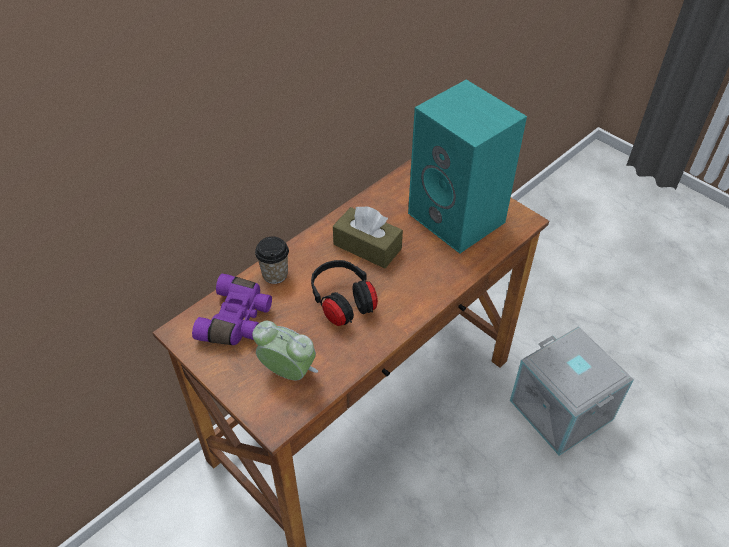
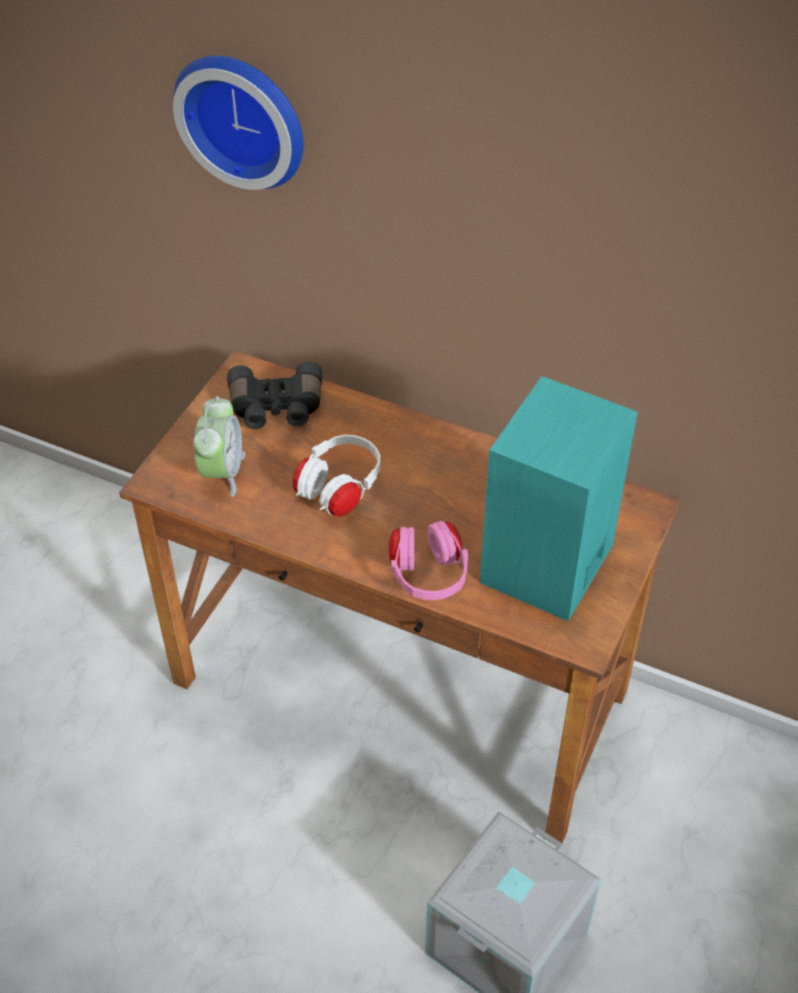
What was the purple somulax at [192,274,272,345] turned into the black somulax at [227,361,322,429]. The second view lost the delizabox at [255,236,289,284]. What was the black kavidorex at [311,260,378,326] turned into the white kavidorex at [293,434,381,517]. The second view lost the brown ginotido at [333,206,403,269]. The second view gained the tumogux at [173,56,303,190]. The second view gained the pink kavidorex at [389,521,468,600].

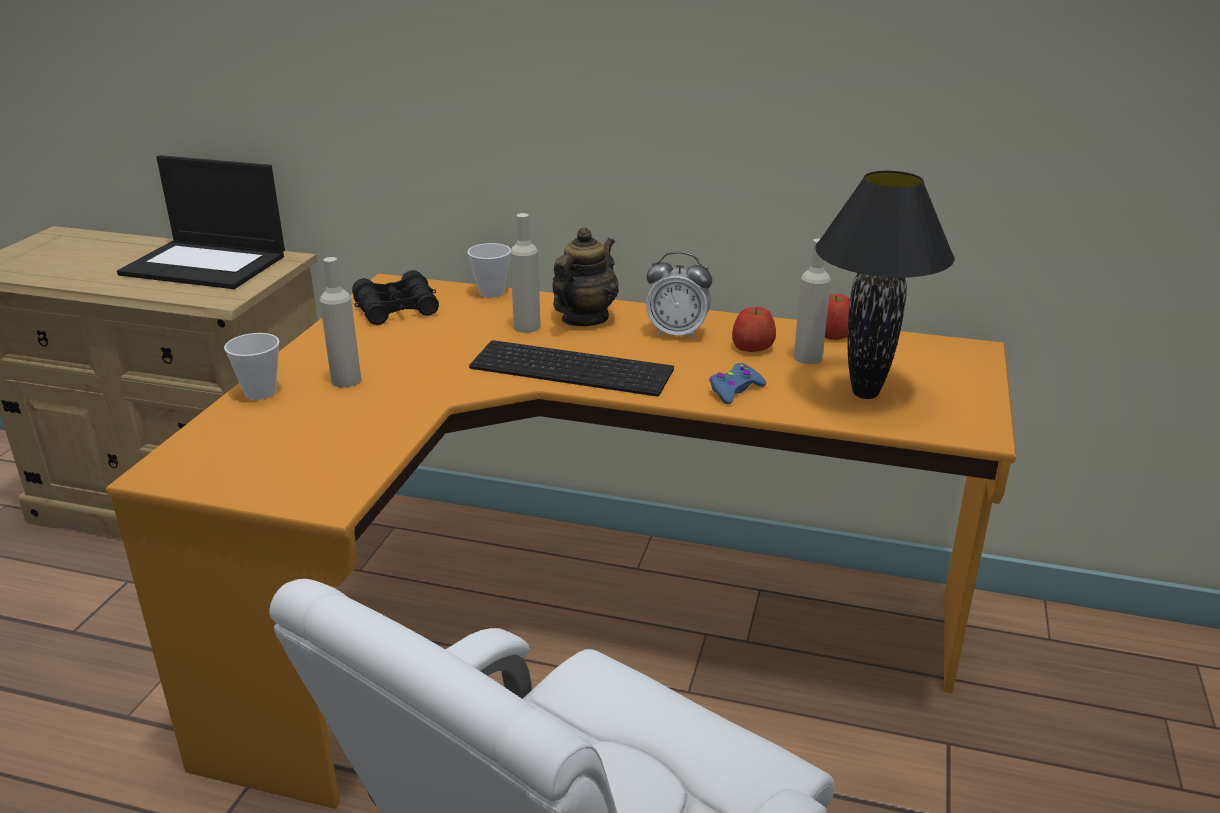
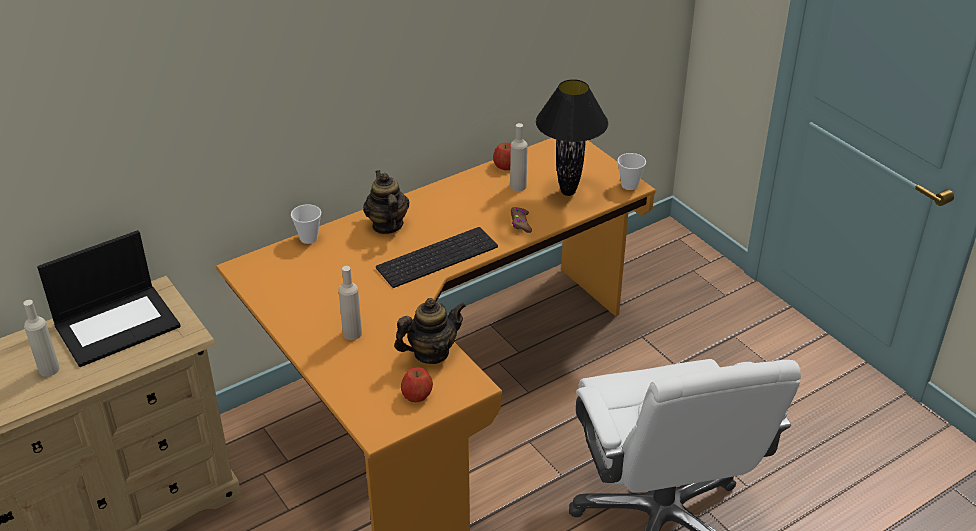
The delizabox ended up elsewhere, having gone from [224,333,280,400] to [617,153,646,190]. The second view lost the black somulax at [352,270,439,325]. The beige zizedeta ended up elsewhere, having gone from [510,213,540,333] to [23,300,60,377]. The second view lost the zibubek at [646,252,712,340]. What was the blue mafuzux at [709,363,766,404] turned into the brown mafuzux at [511,207,532,233]. The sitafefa ended up elsewhere, having gone from [732,307,776,352] to [401,367,433,402]. The second view gained the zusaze at [394,298,466,364].

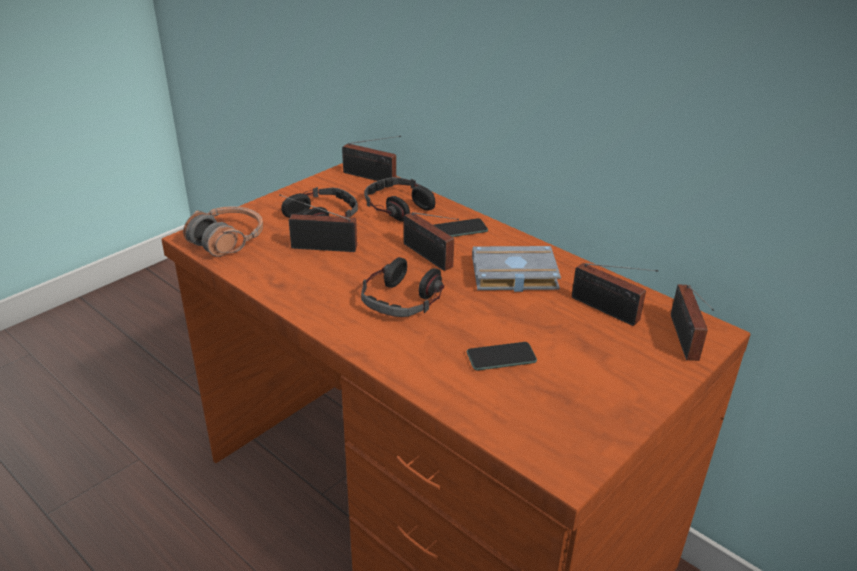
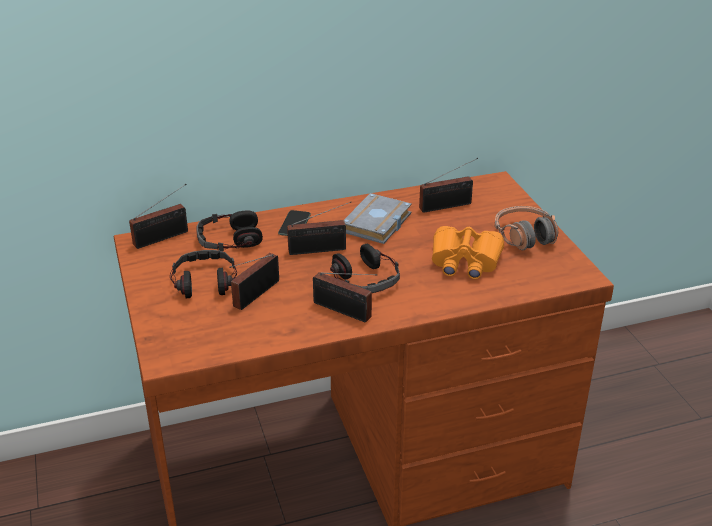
The kavidorex ended up elsewhere, having gone from [183,206,263,257] to [495,206,558,250]. Where the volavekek stood at [467,342,537,371], the orange somulax came to stand at [432,226,504,279]. The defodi ended up elsewhere, having gone from [671,285,714,361] to [313,272,377,323].

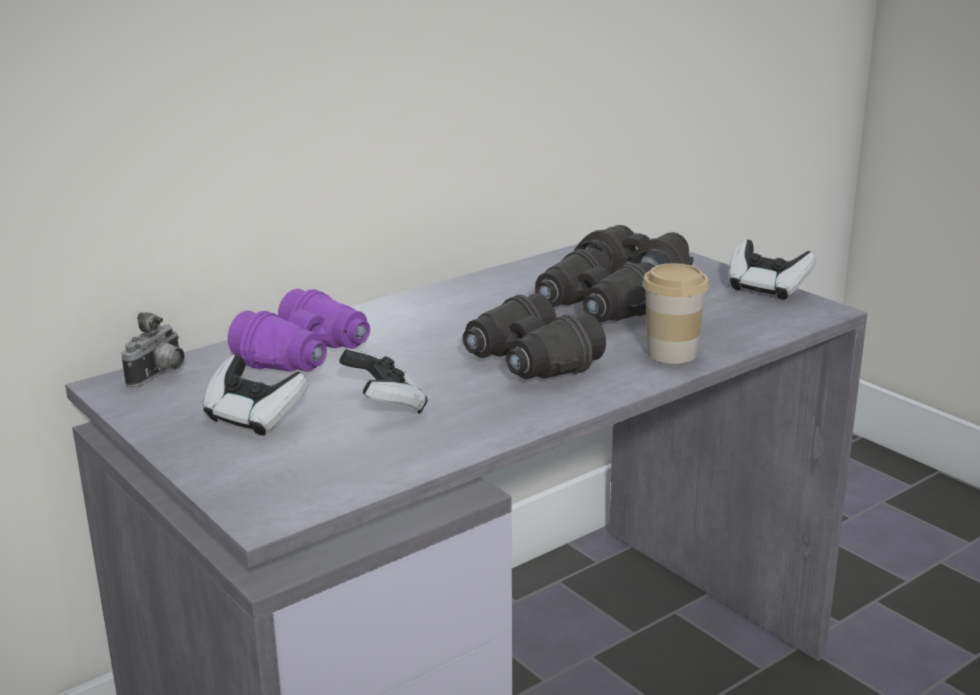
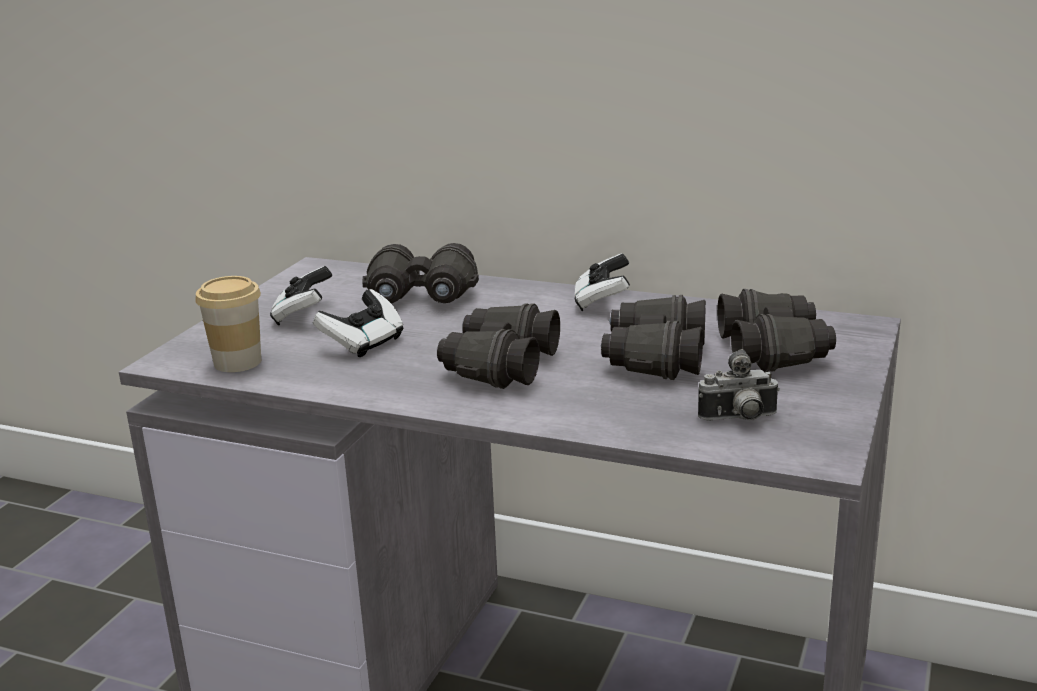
The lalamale ended up elsewhere, having gone from [122,312,185,387] to [698,349,780,421]. What was the purple somulax at [228,289,370,372] turned into the black somulax at [363,243,479,303]. The delizabox ended up elsewhere, having gone from [642,263,709,364] to [195,276,261,372]. The mafuzux ended up elsewhere, having gone from [728,240,816,300] to [575,253,630,311].

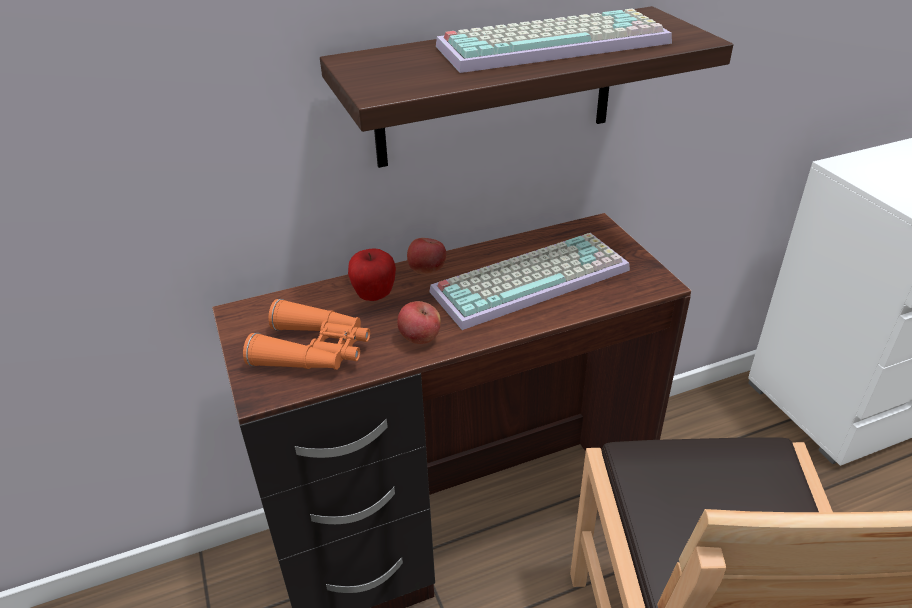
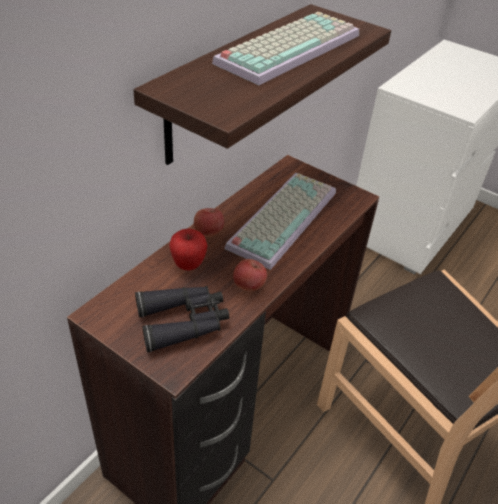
What was the orange somulax at [243,299,370,370] turned into the black somulax at [135,286,229,352].

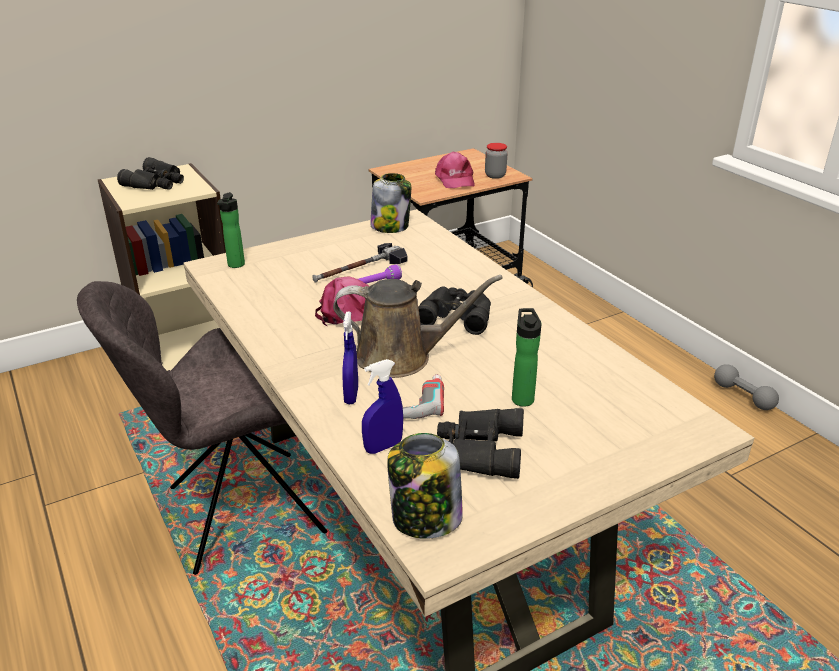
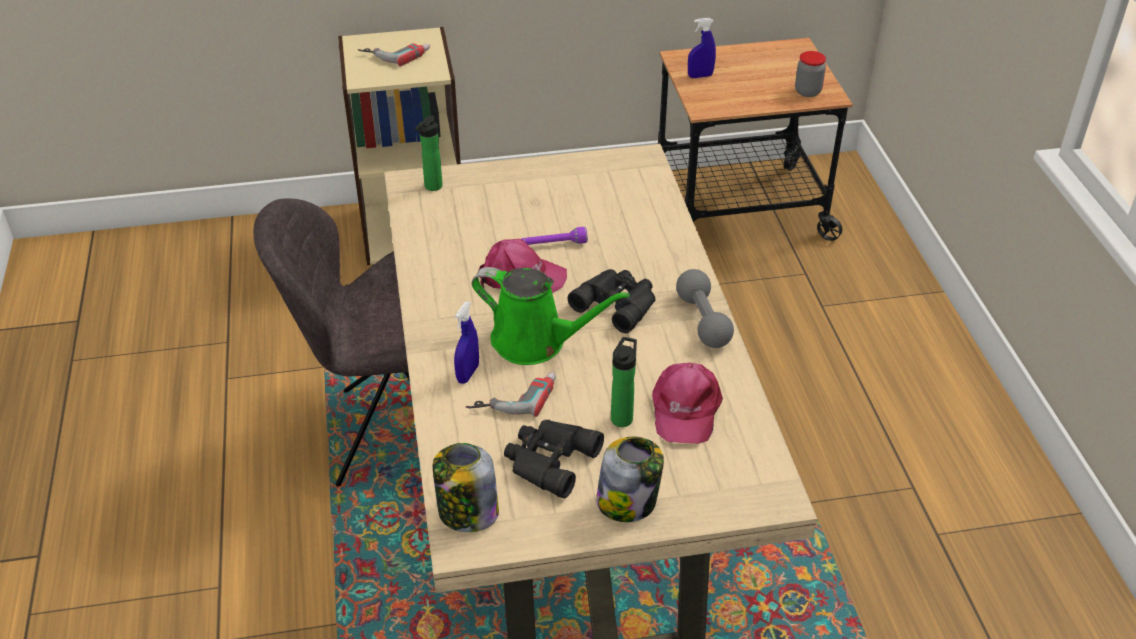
Where the black somulax stood at [117,157,184,190], the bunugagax came to stand at [358,43,430,66]. The second view lost the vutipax at [312,243,408,283]. What was the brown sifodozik at [333,275,503,378] turned into the green sifodozik at [472,267,630,365]. The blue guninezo ended up elsewhere, having gone from [362,359,403,454] to [688,18,716,78]. The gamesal ended up elsewhere, having gone from [370,173,411,233] to [596,437,664,522]. The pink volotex ended up elsewhere, having gone from [435,152,475,188] to [652,363,723,444]. The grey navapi ended up elsewhere, having gone from [714,364,779,410] to [676,269,734,348].

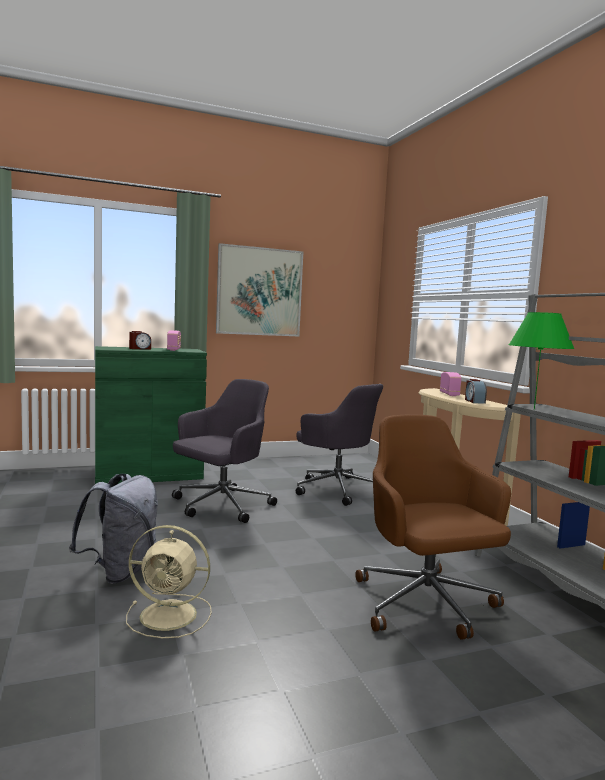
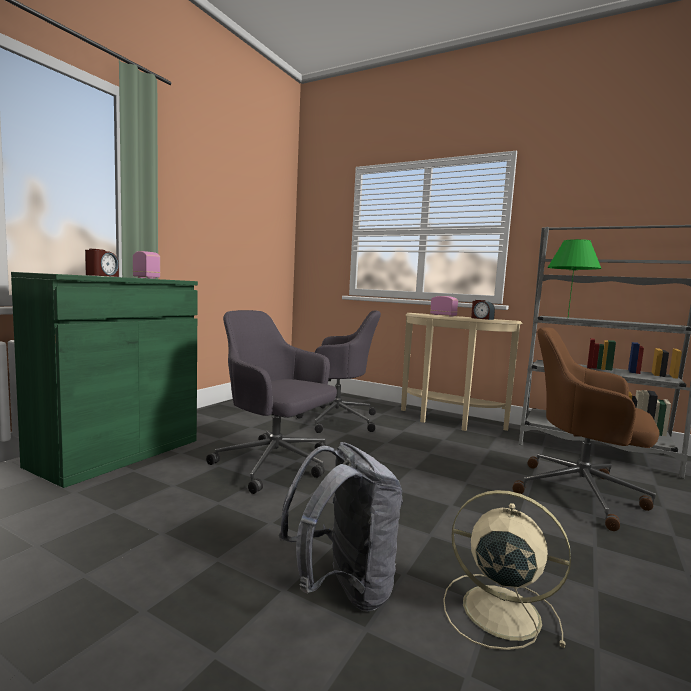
The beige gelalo at [126,525,212,638] ended up facing another way, 120 degrees counterclockwise from before. The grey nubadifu at [172,379,277,523] ended up facing another way, 60 degrees counterclockwise from before. The second view lost the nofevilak at [216,243,303,337].

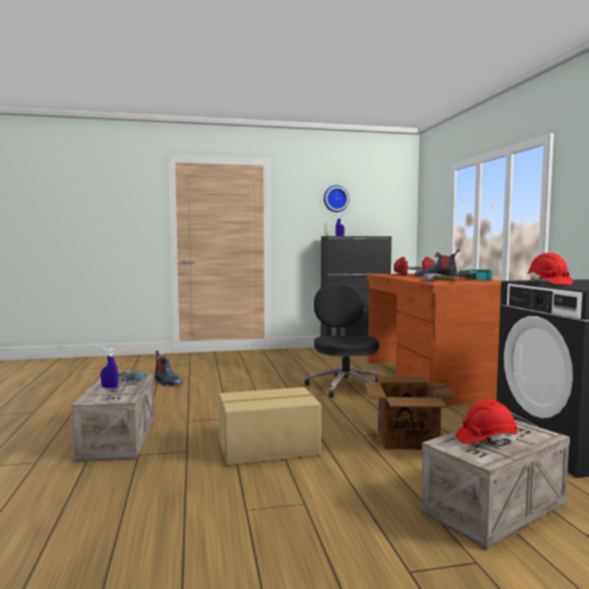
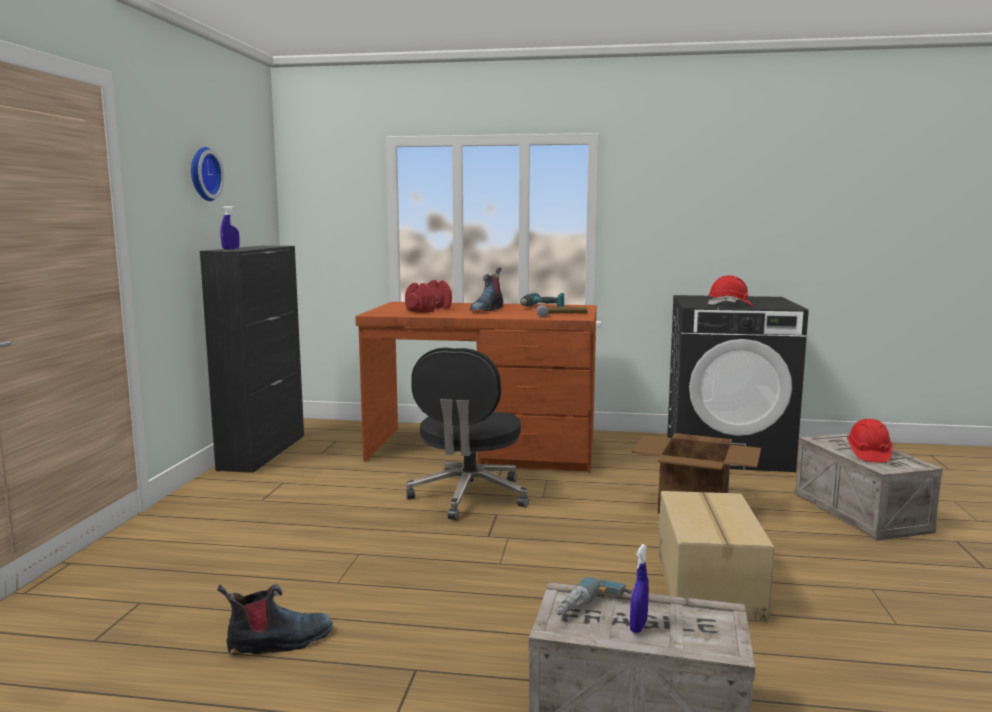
The black nubadifu at [305,283,379,398] ended up facing another way, 90 degrees counterclockwise from before.

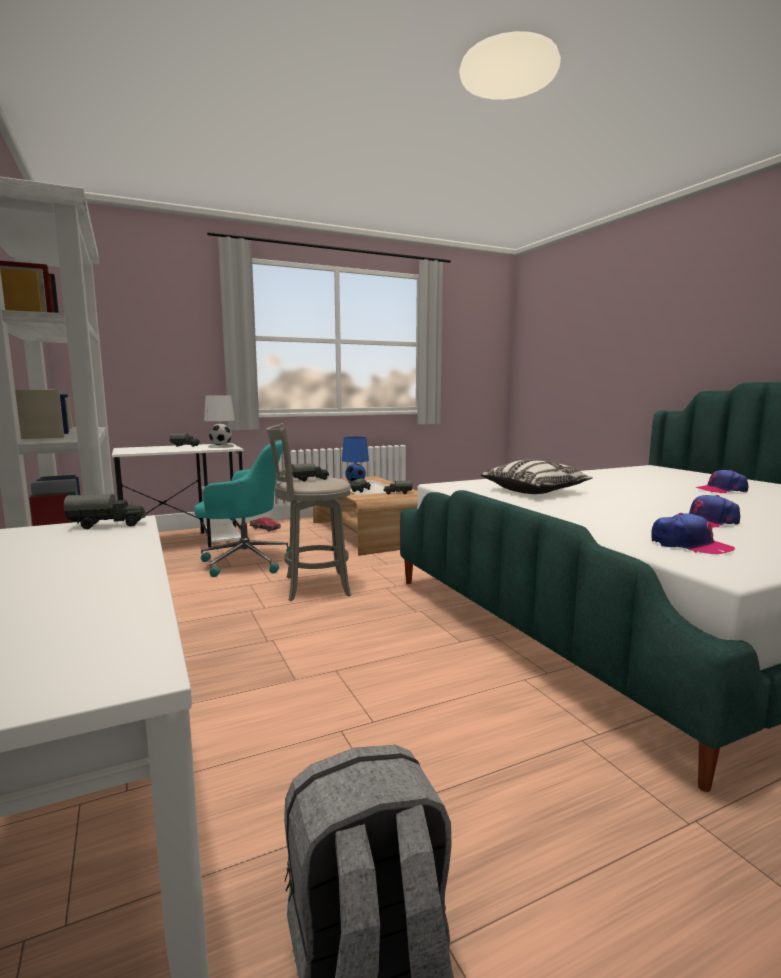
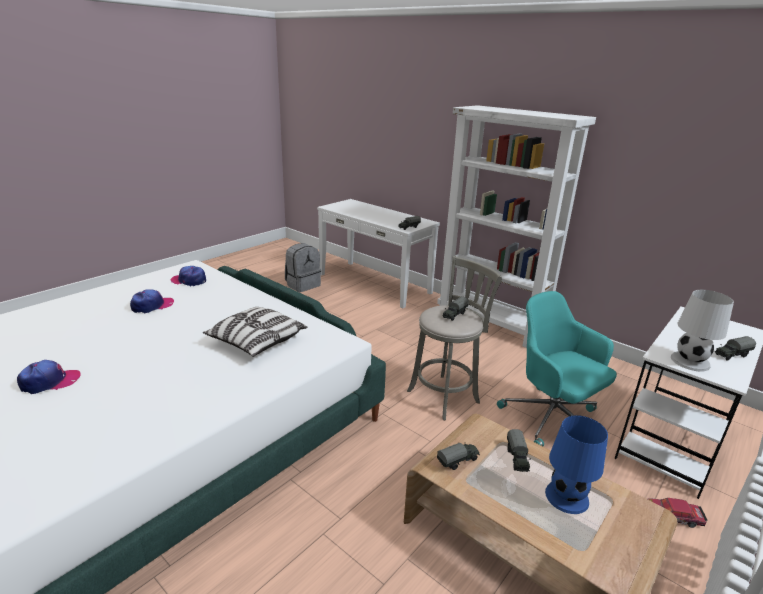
The turquoise nubadifu at [194,441,290,577] ended up facing another way, 75 degrees clockwise from before.

